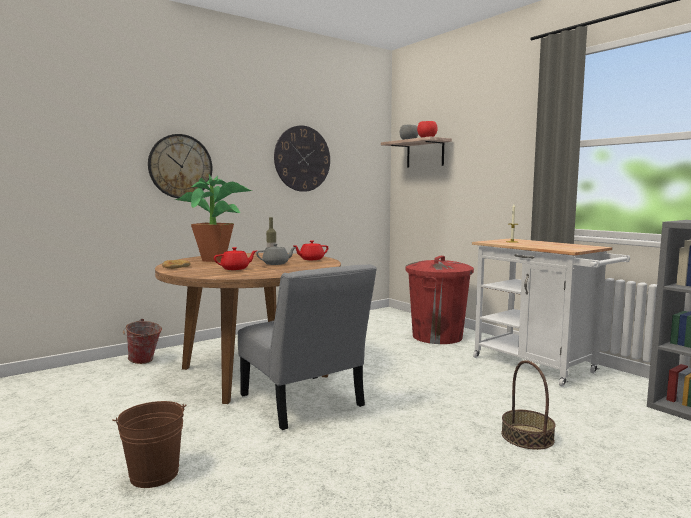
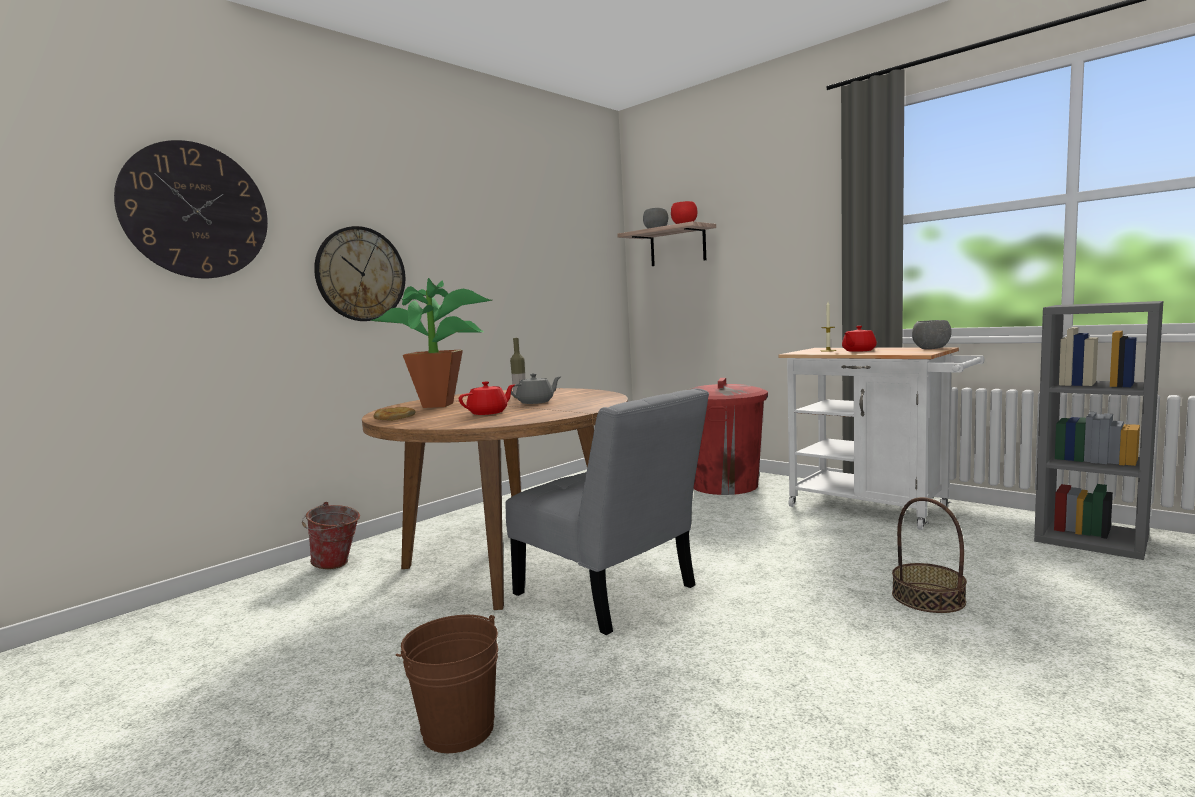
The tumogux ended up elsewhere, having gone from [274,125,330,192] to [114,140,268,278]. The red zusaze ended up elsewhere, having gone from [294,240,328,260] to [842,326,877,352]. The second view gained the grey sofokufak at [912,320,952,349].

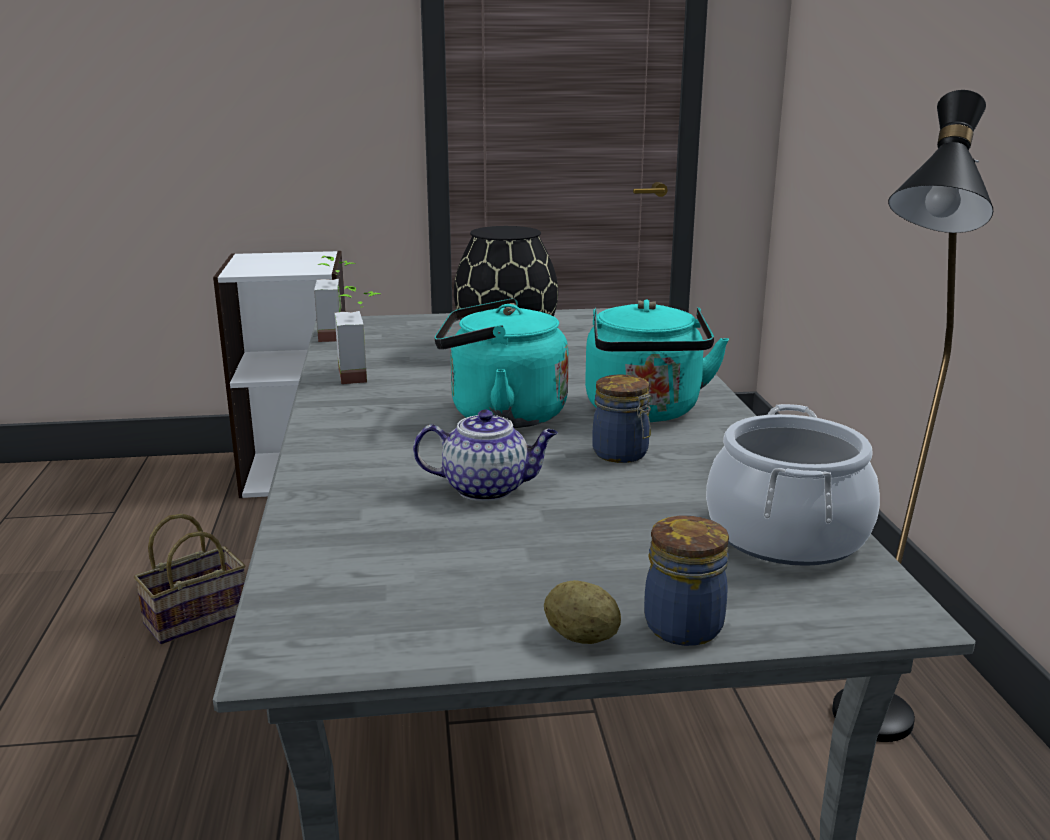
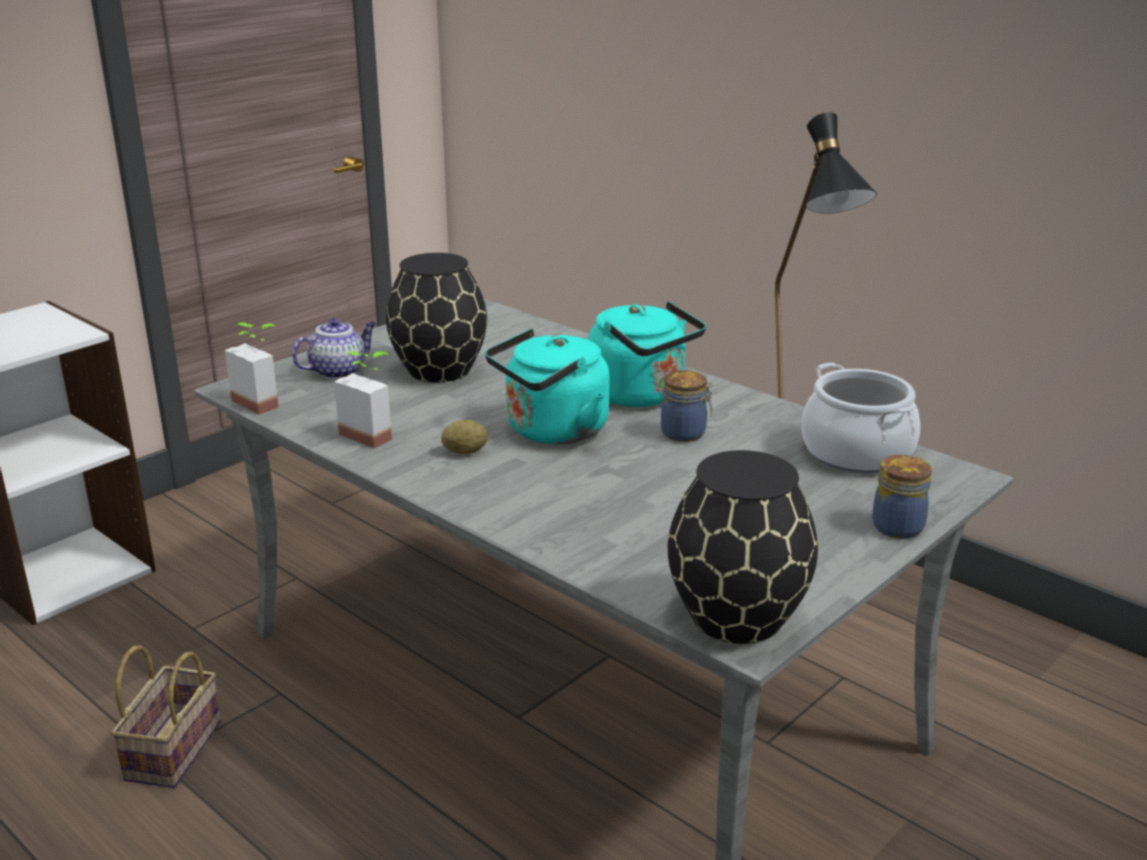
The zusaze ended up elsewhere, having gone from [413,410,558,501] to [292,318,377,379]. The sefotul ended up elsewhere, having gone from [544,580,621,644] to [441,420,488,454]. The second view gained the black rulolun at [668,450,818,644].

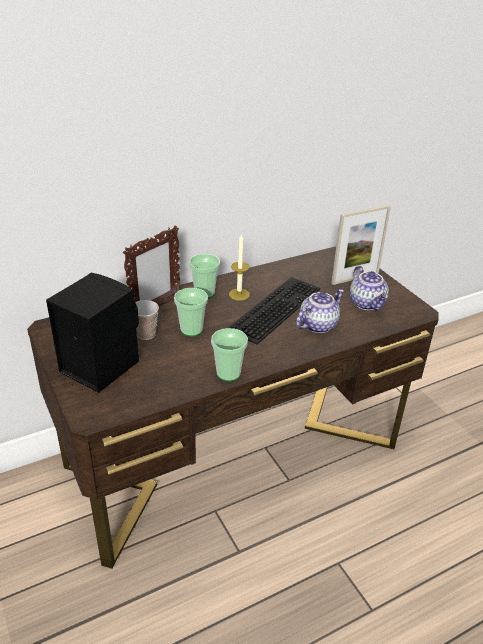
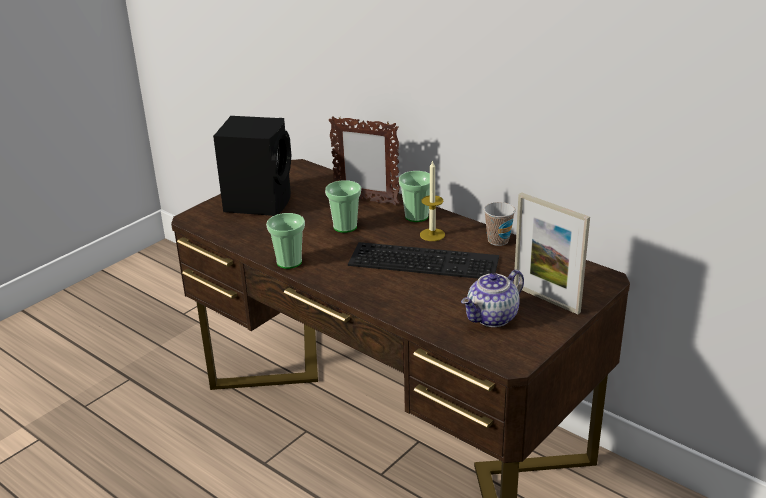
The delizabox ended up elsewhere, having gone from [135,300,159,340] to [484,202,515,246]. The second view lost the zusaze at [296,289,344,333].

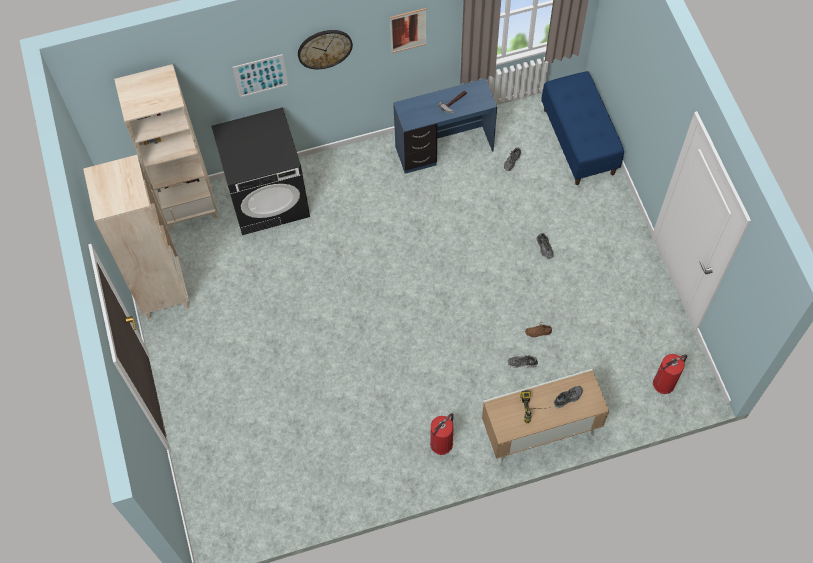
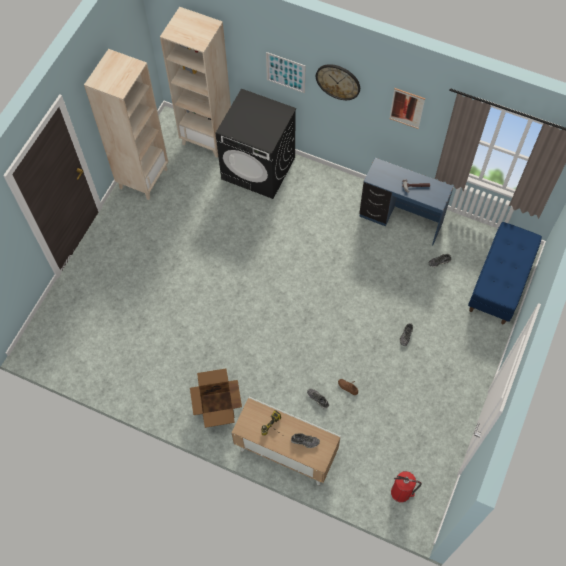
Where the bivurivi stood at [430,413,454,455], the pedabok came to stand at [190,368,242,428].

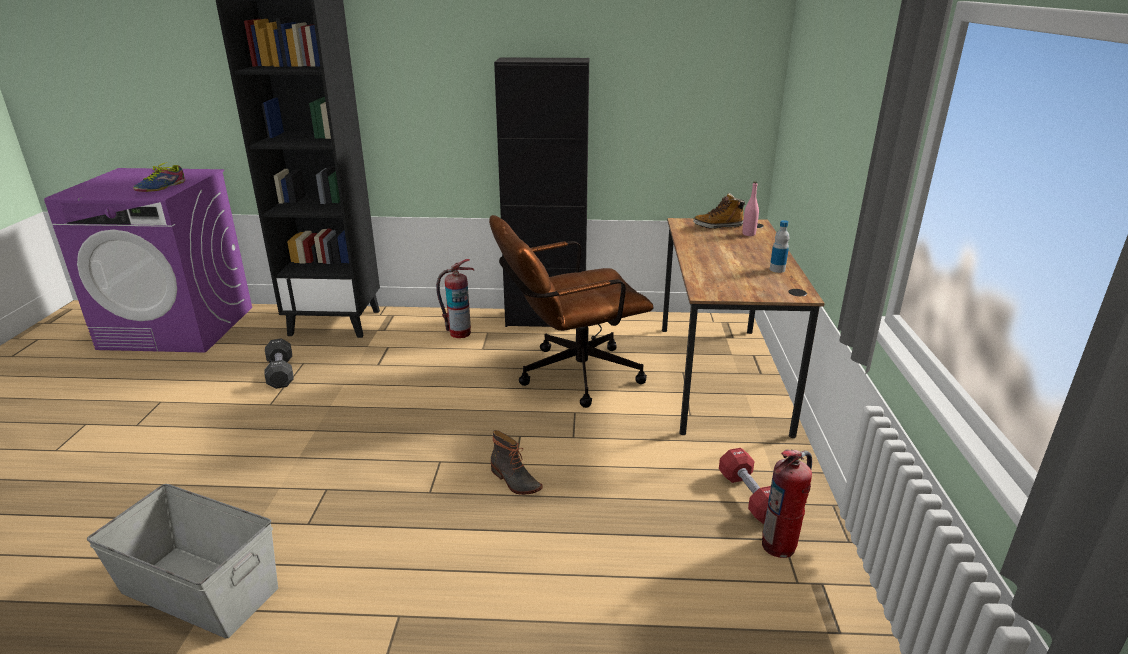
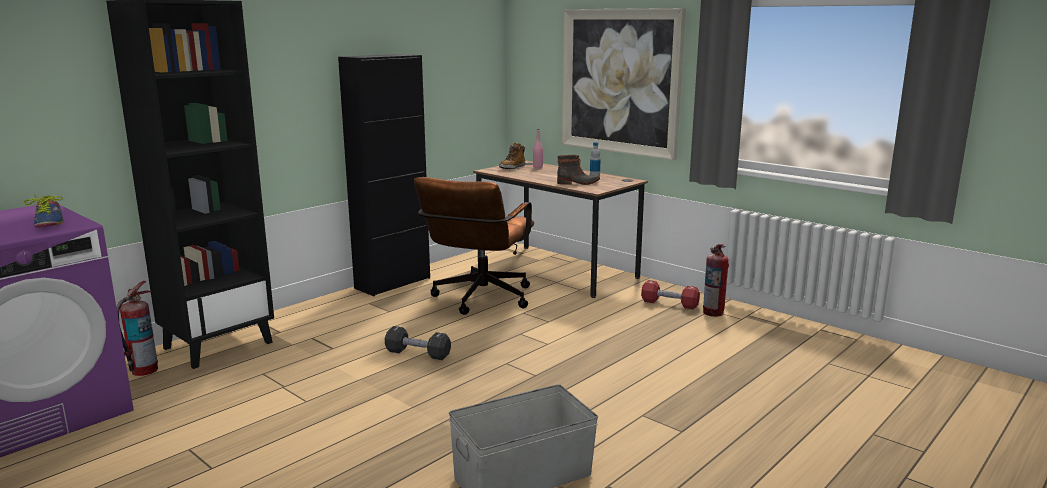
The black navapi ended up elsewhere, having gone from [264,338,293,389] to [385,326,451,360]. The bivurivi ended up elsewhere, having gone from [436,259,474,338] to [116,281,158,376]. The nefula ended up elsewhere, having gone from [491,430,543,495] to [557,155,600,185]. The second view gained the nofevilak at [562,8,686,160].

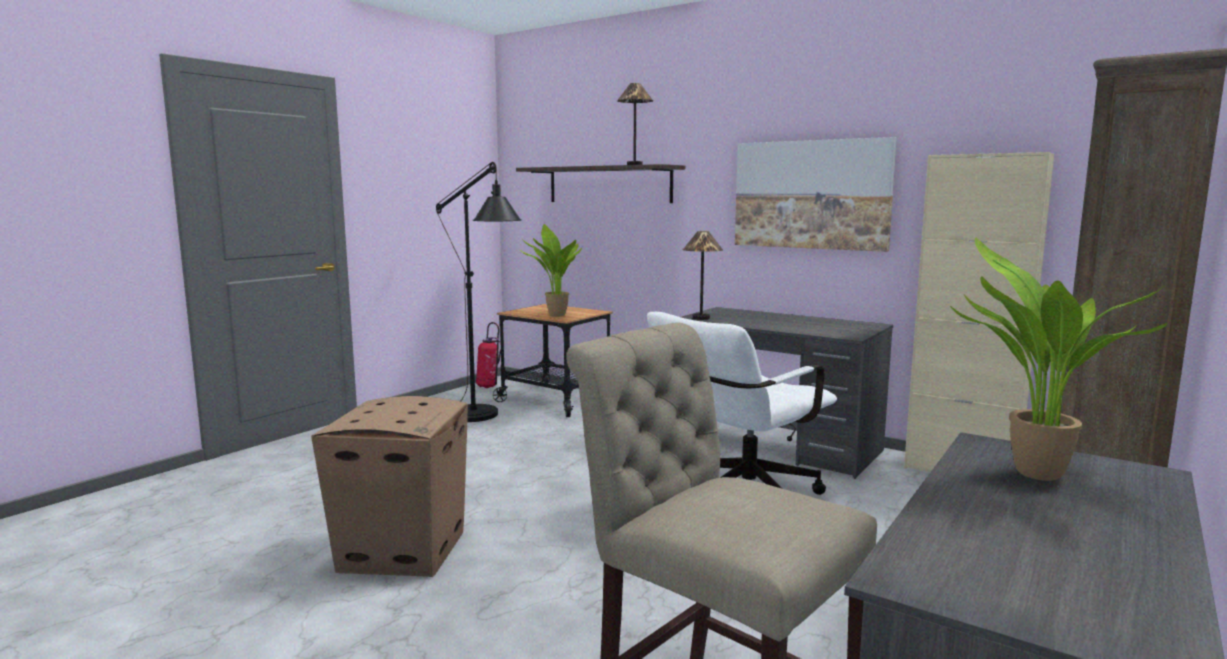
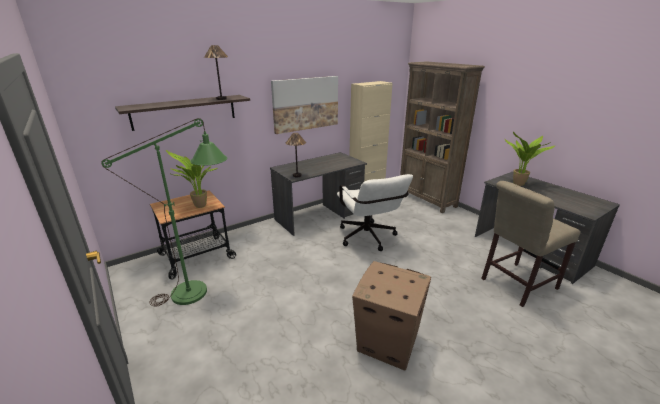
What was the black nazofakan at [436,162,522,422] turned into the green nazofakan at [101,118,227,306]. The second view lost the bivurivi at [476,322,501,388].

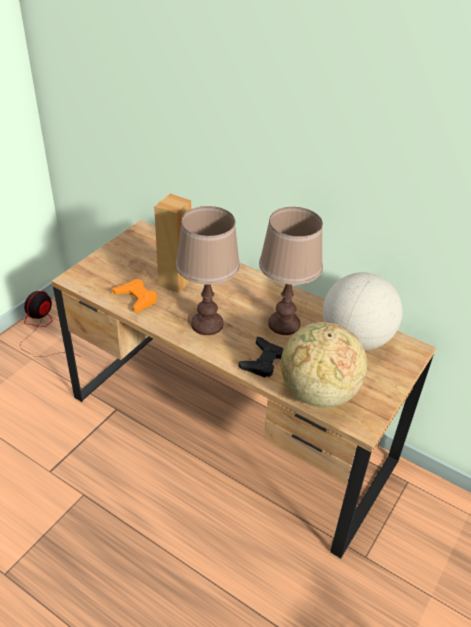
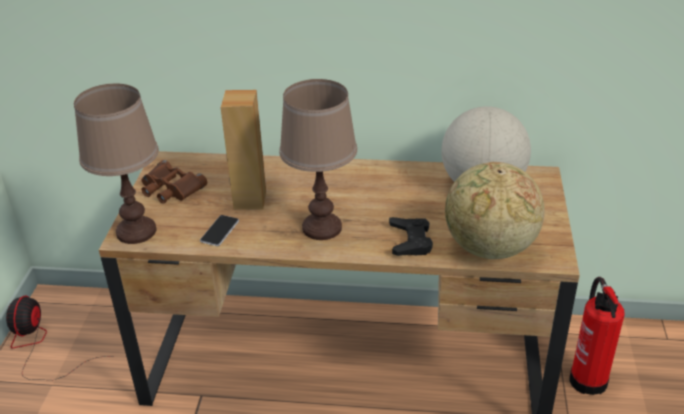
Where the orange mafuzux stood at [112,279,157,312], the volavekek came to stand at [200,215,239,246]. The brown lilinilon ended up elsewhere, having gone from [259,207,323,335] to [74,84,159,244]. The second view gained the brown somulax at [142,160,207,204]. The second view gained the bivurivi at [569,277,625,395].

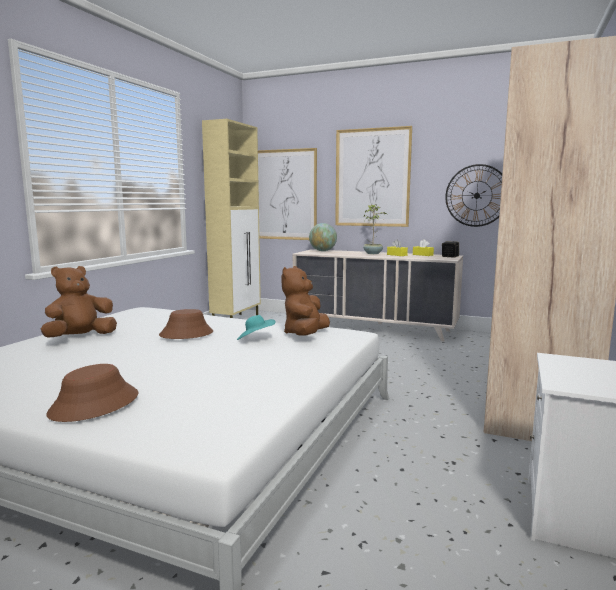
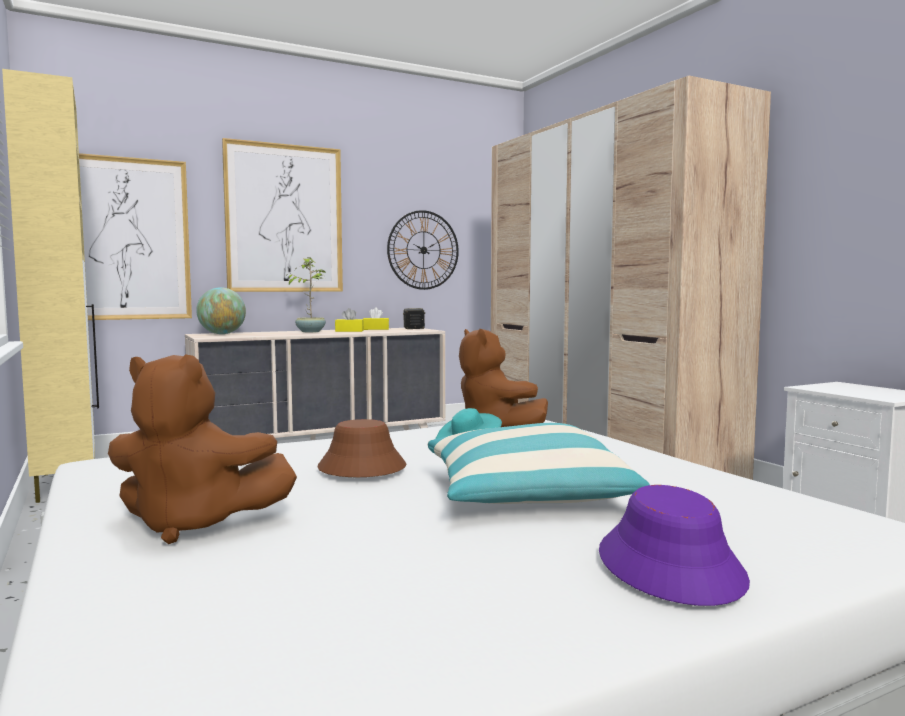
The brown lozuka at [41,266,117,338] ended up facing another way, 75 degrees counterclockwise from before. What was the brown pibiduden at [46,364,139,422] turned into the purple pibiduden at [599,485,750,606]. The second view gained the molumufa at [428,423,650,504].

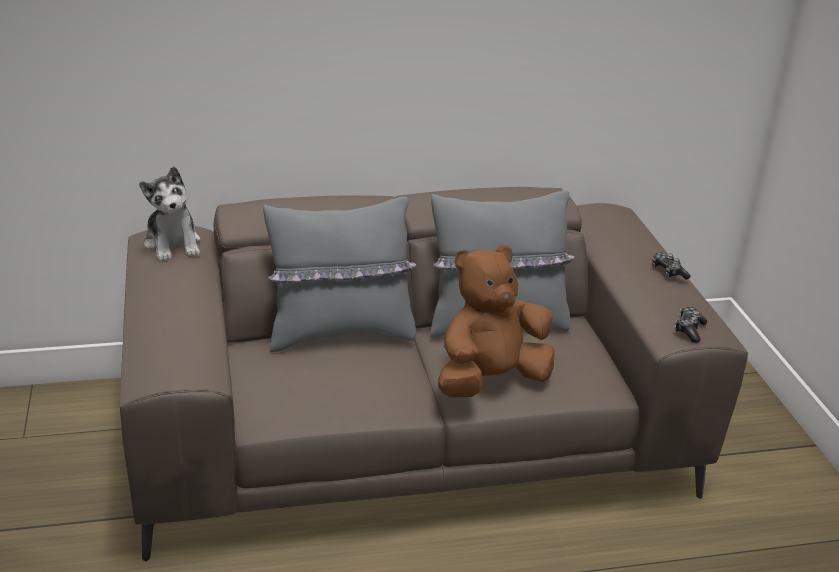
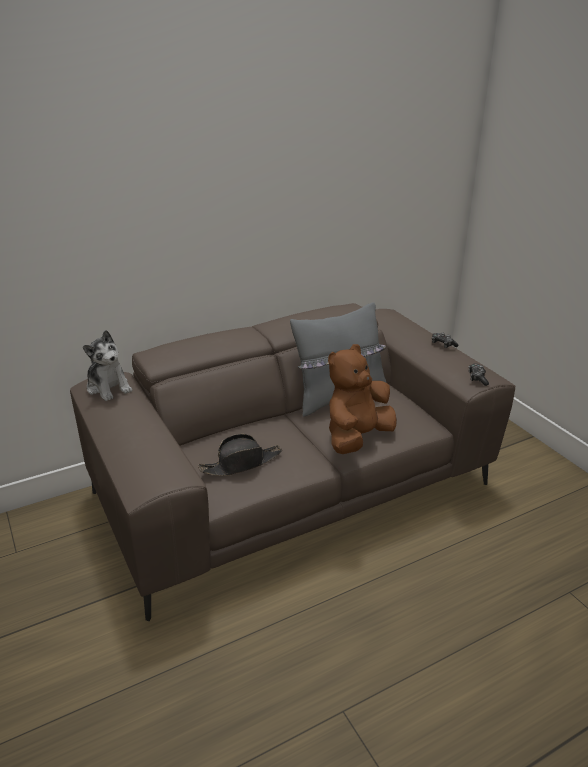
The second view lost the grey molumufa at [263,197,416,352]. The second view gained the black pibiduden at [198,434,282,476].

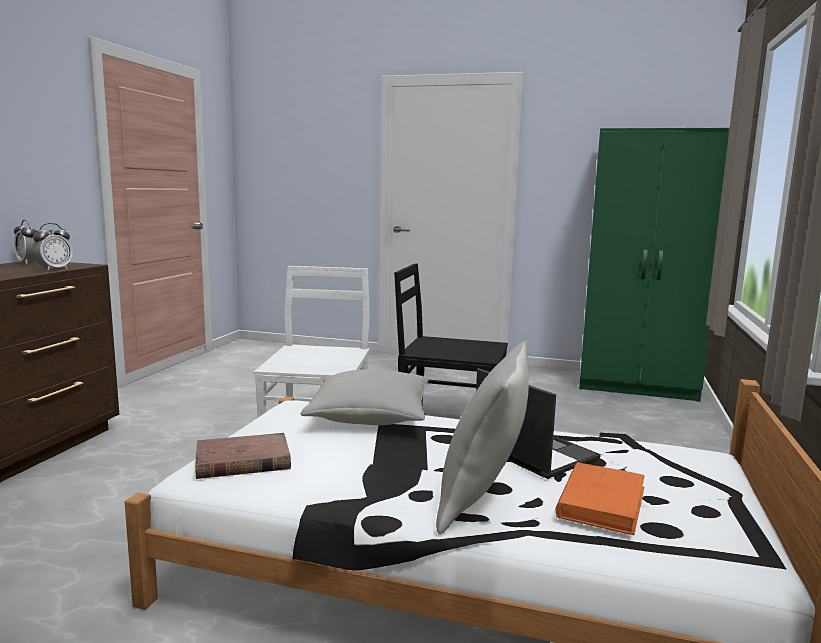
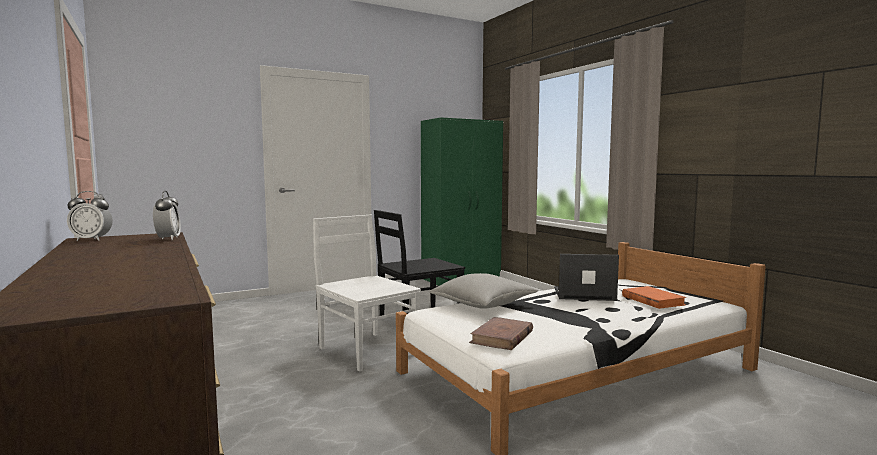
The second view lost the grey molumufa at [436,341,529,534].

